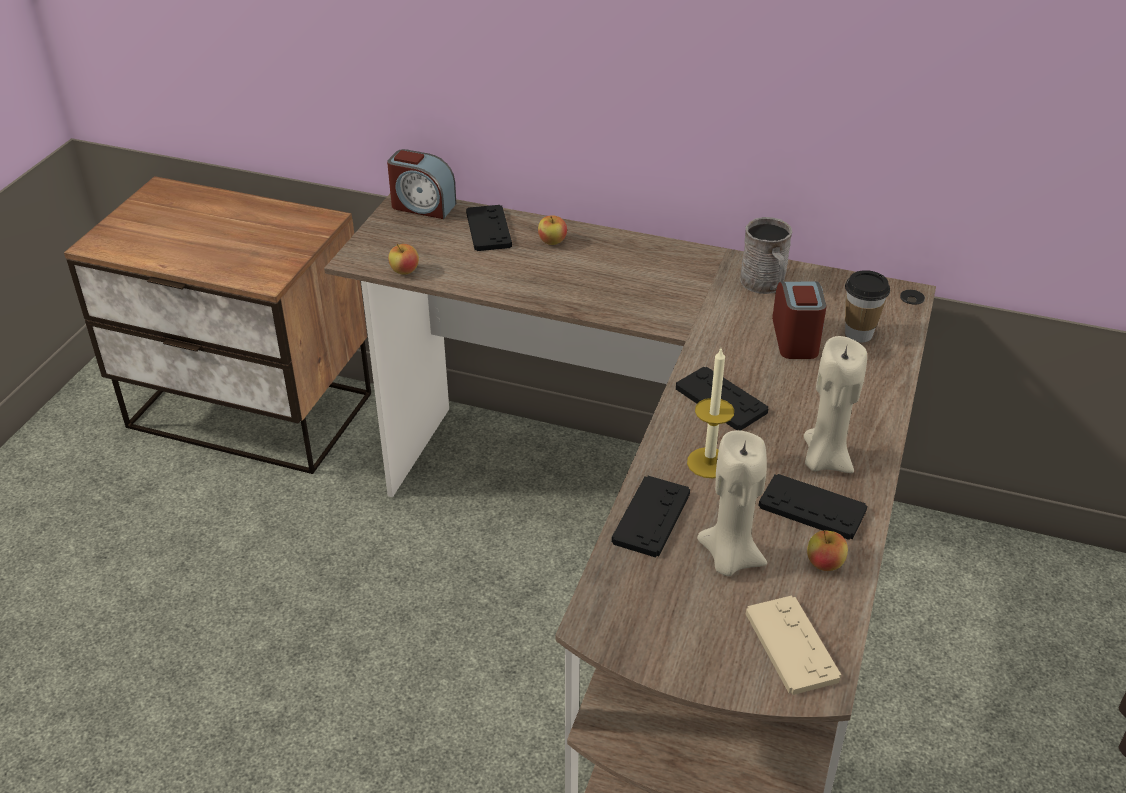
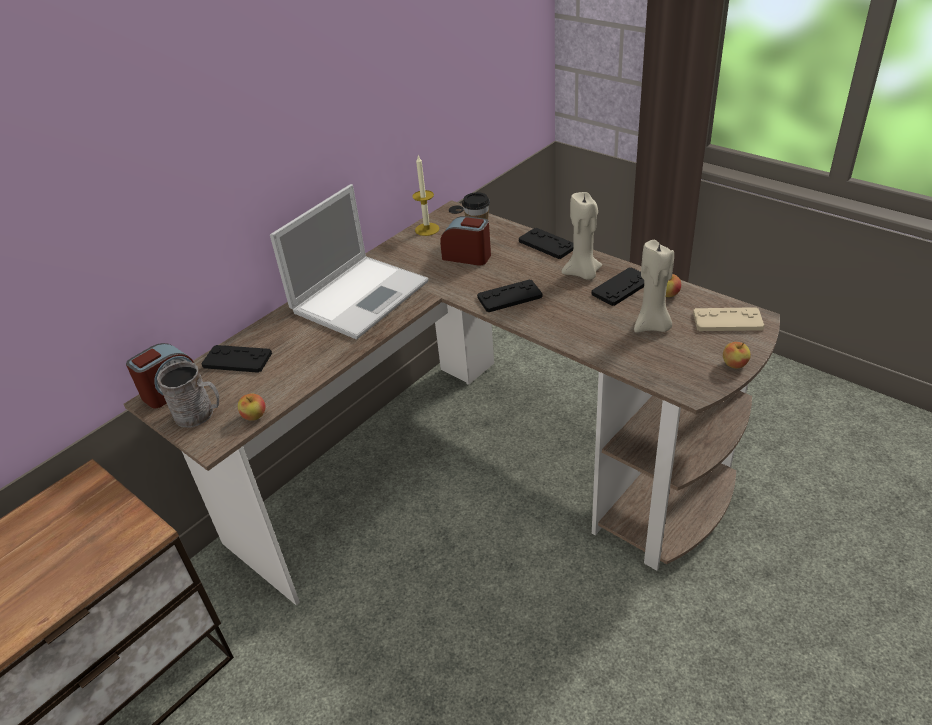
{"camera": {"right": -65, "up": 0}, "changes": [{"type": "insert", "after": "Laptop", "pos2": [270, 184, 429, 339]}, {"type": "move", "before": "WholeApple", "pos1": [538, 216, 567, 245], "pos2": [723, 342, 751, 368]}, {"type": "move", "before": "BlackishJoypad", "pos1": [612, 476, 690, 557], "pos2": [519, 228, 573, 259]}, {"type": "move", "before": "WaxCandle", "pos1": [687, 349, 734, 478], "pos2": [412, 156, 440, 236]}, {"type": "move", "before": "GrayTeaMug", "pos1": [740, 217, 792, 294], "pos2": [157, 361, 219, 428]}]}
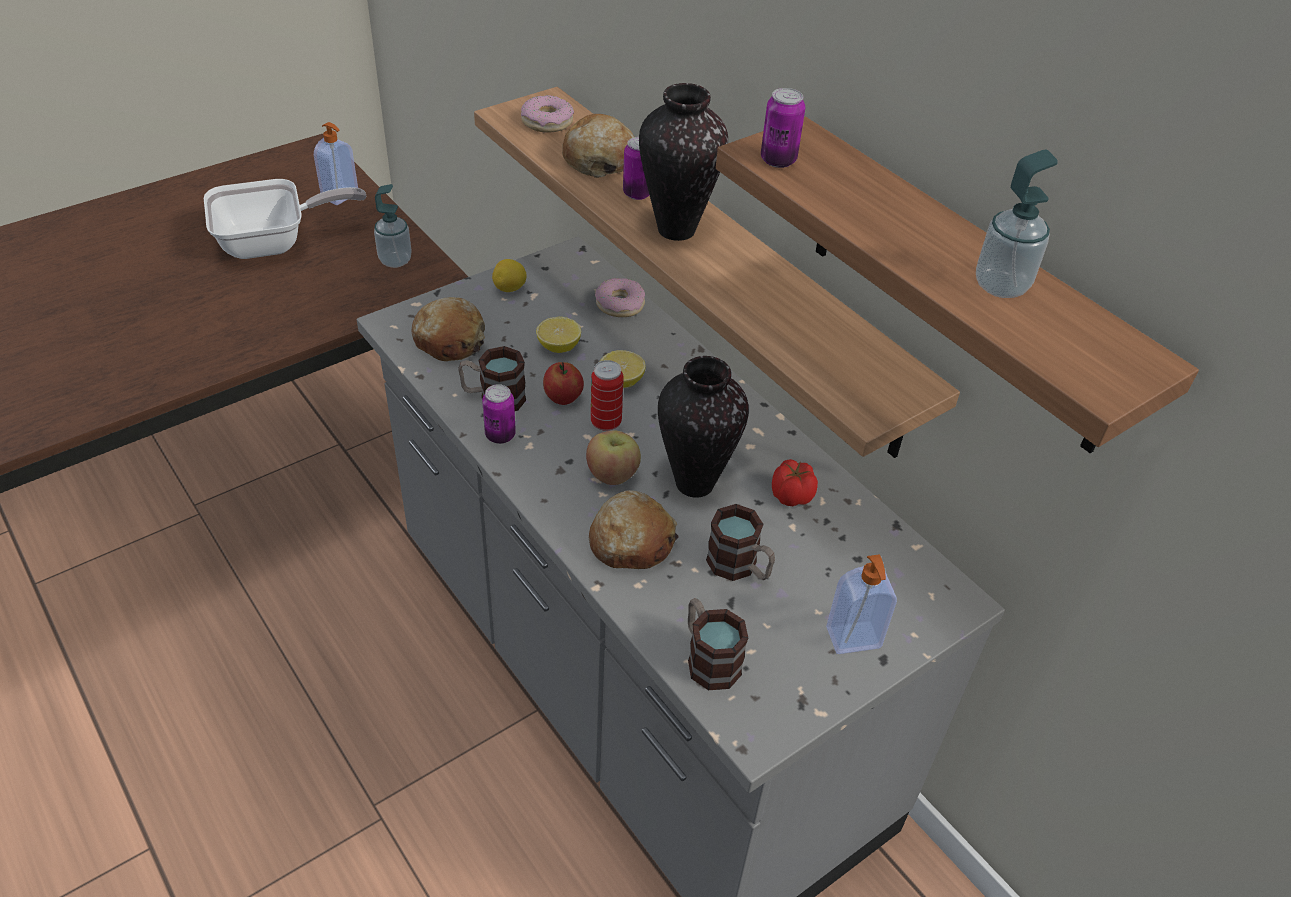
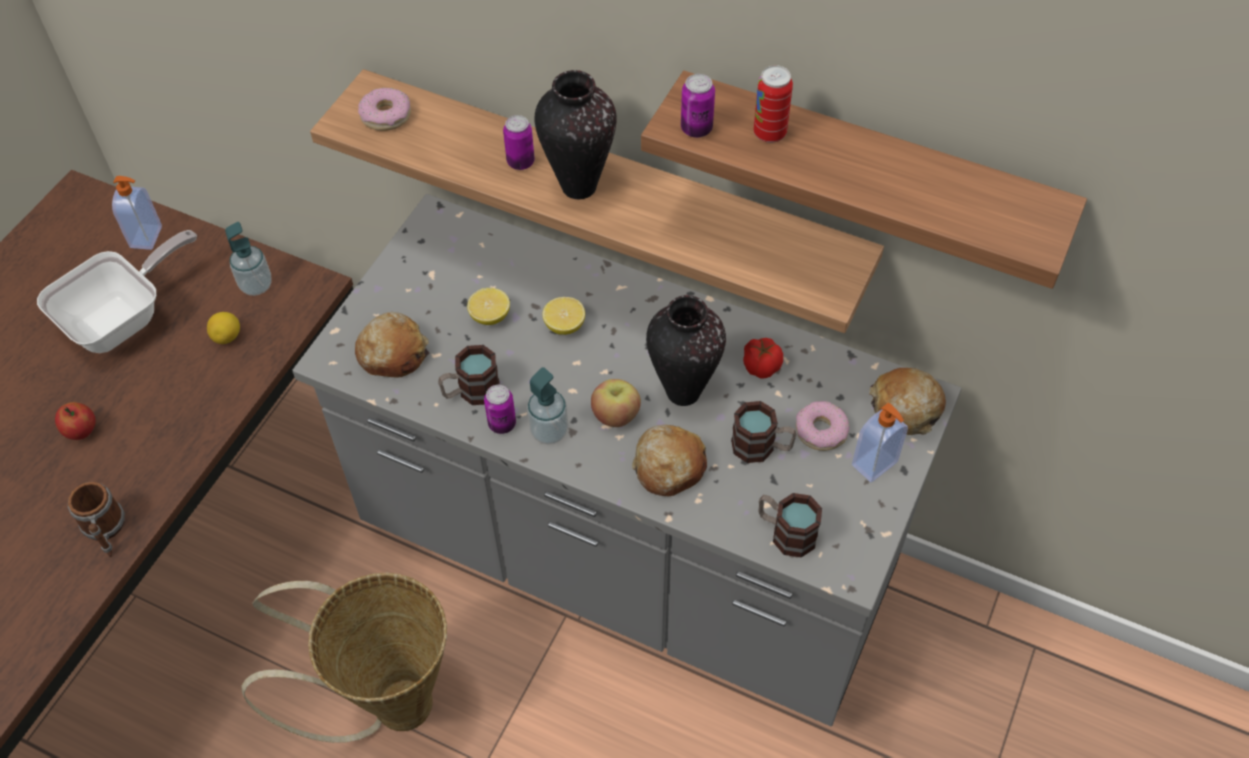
{"camera": {"right": -25, "up": 10}, "changes": [{"type": "insert", "after": "TeaMug", "pos2": [68, 482, 125, 557]}, {"type": "insert", "after": "StorageBasket", "pos2": [242, 573, 447, 743]}, {"type": "move", "before": "WholeLemon", "pos1": [492, 259, 527, 292], "pos2": [207, 312, 240, 344]}, {"type": "move", "before": "WholeApple", "pos1": [543, 362, 584, 405], "pos2": [55, 402, 96, 440]}, {"type": "move", "before": "BakeryBread", "pos1": [562, 114, 634, 178], "pos2": [869, 368, 946, 435]}, {"type": "move", "before": "SealedCan", "pos1": [591, 360, 624, 431], "pos2": [753, 65, 793, 143]}, {"type": "move", "before": "Doughnut", "pos1": [595, 278, 645, 317], "pos2": [796, 401, 849, 451]}, {"type": "move", "before": "LiquidSoapBottle", "pos1": [976, 150, 1058, 298], "pos2": [527, 367, 568, 444]}]}
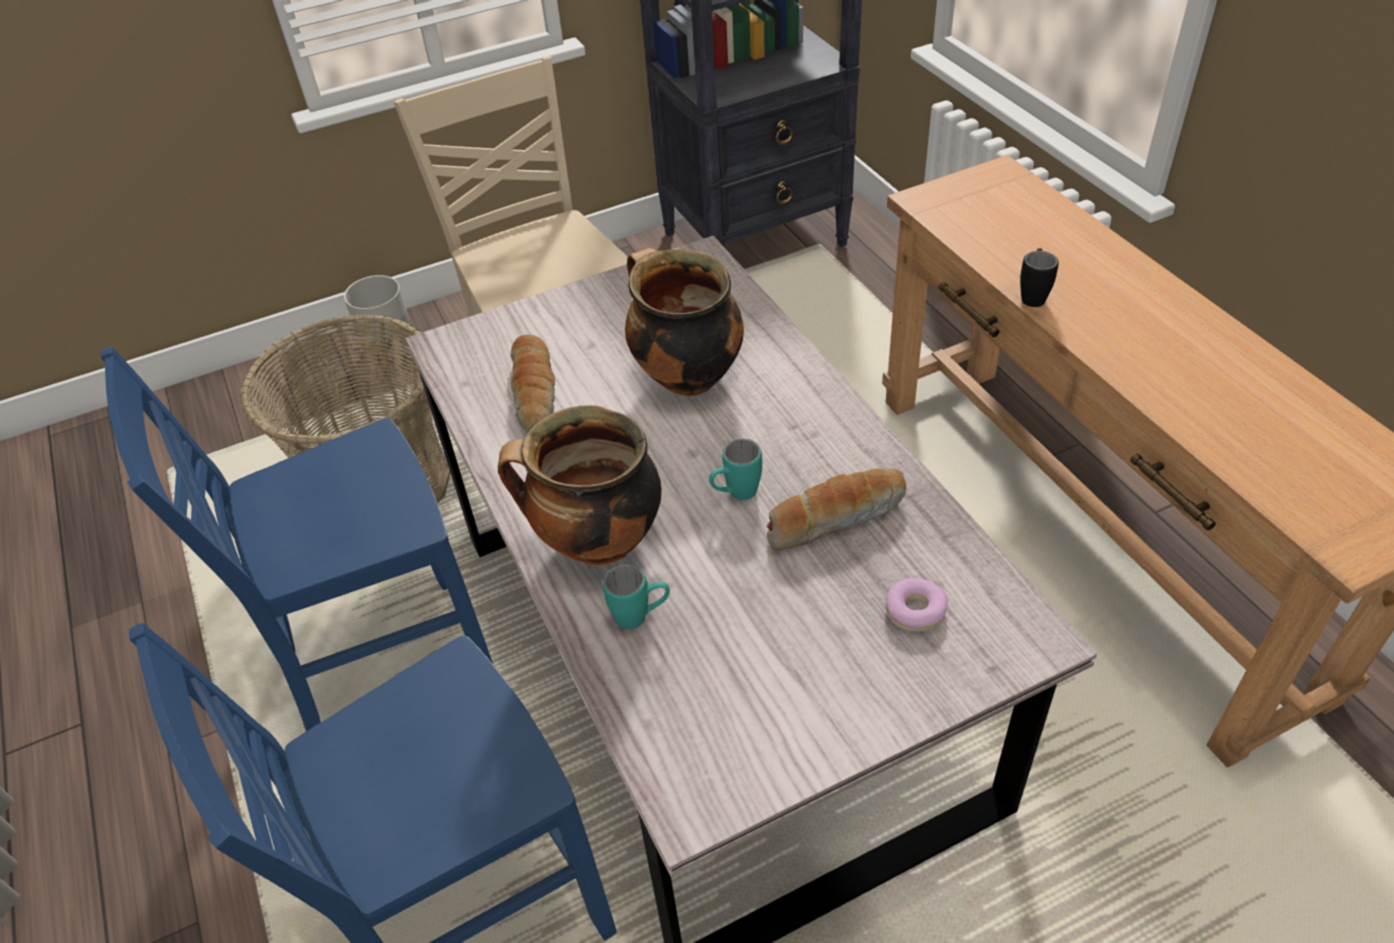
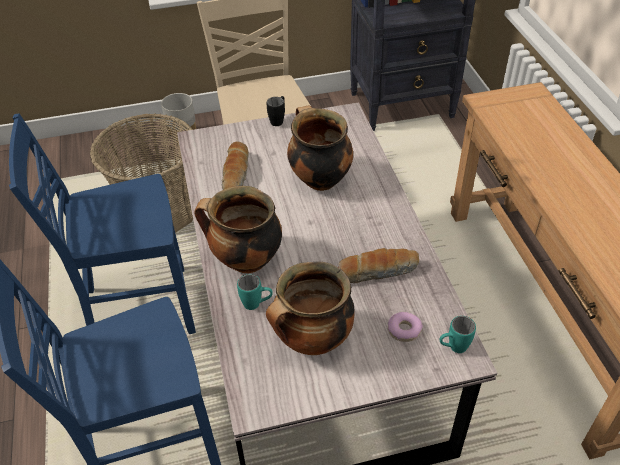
{"camera": {"right": 10, "up": 0}, "changes": [{"type": "insert", "after": "CookingPot", "pos2": [266, 261, 355, 355]}, {"type": "move", "before": "BlueGreenTeaMug", "pos1": [709, 439, 762, 500], "pos2": [439, 316, 476, 353]}, {"type": "move", "before": "BlackishTeaMug", "pos1": [1020, 248, 1059, 307], "pos2": [266, 96, 285, 126]}]}
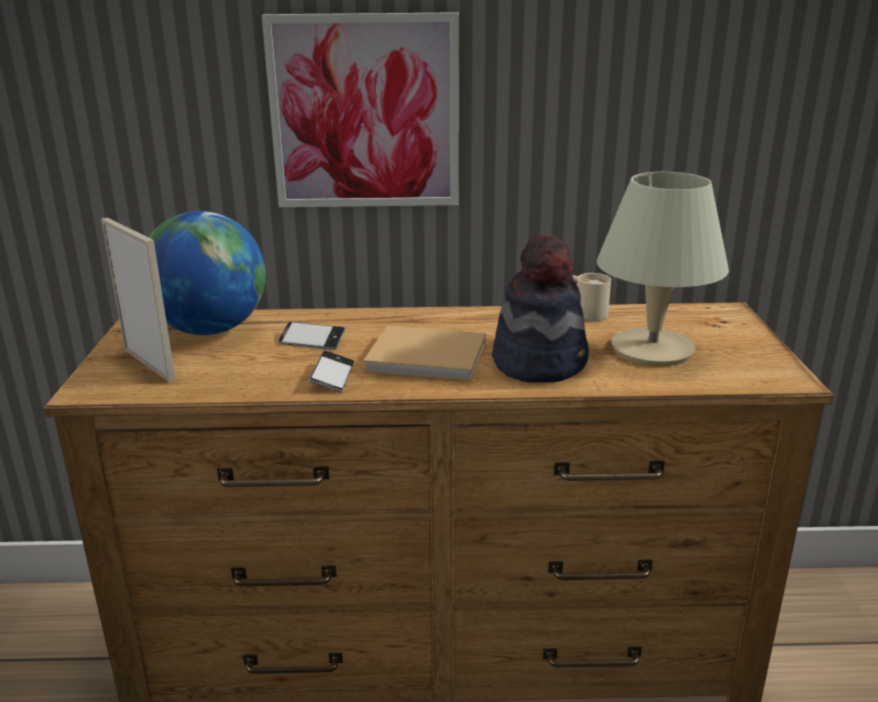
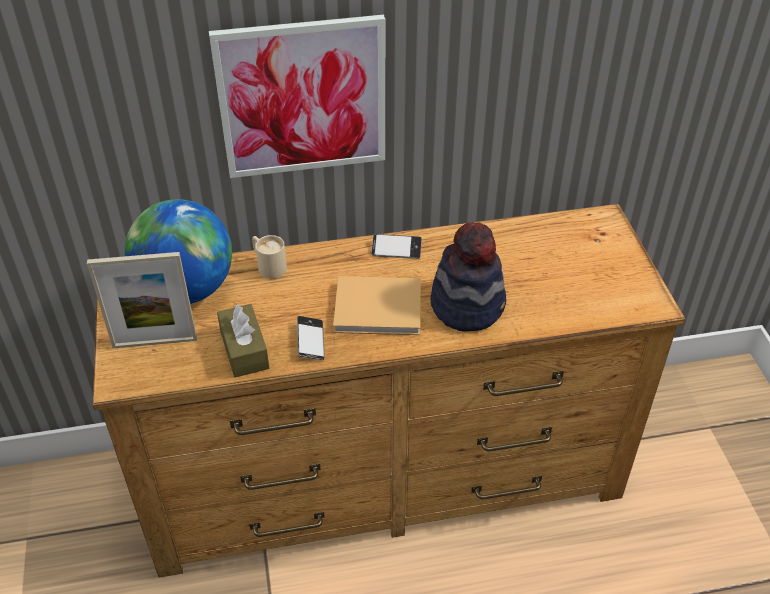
{"camera": {"right": -10, "up": 20}, "changes": [{"type": "delete", "before": "BeigeLampForATable", "pos1": [597, 172, 729, 366]}, {"type": "insert", "after": "BrownishTissueBox", "pos2": [217, 303, 269, 378]}, {"type": "move", "before": "Phone", "pos1": [278, 322, 345, 350], "pos2": [371, 234, 422, 259]}, {"type": "move", "before": "BeigeTeaMug", "pos1": [573, 273, 611, 321], "pos2": [252, 235, 287, 279]}, {"type": "rotate", "before": "PhotoFrame", "pos1": [101, 218, 176, 382], "pos2": [87, 252, 197, 348], "turn": 135}]}
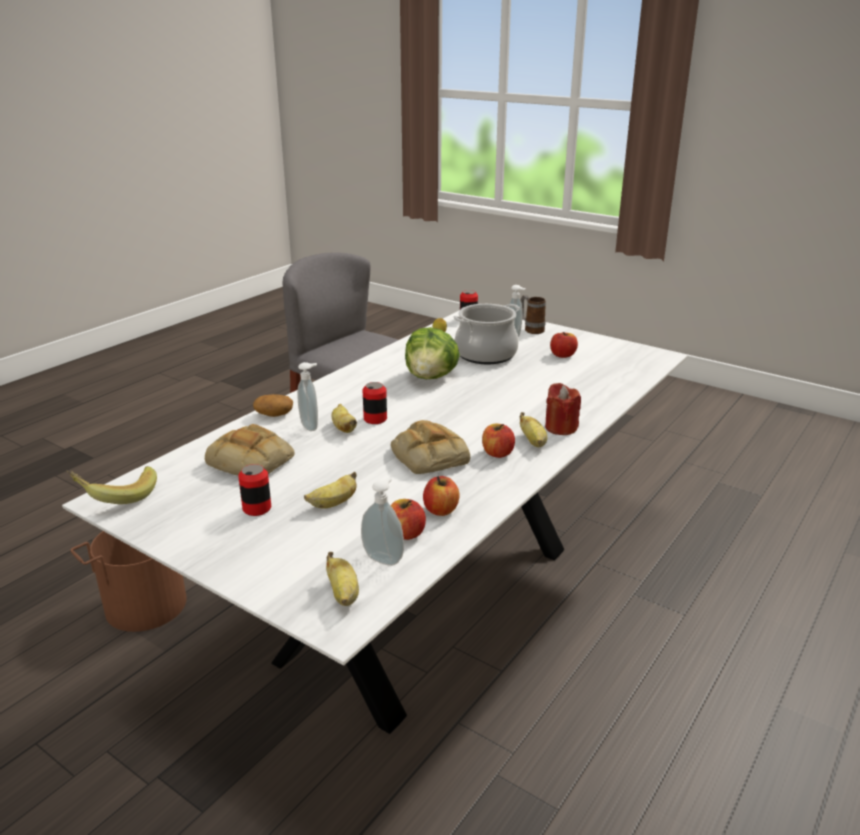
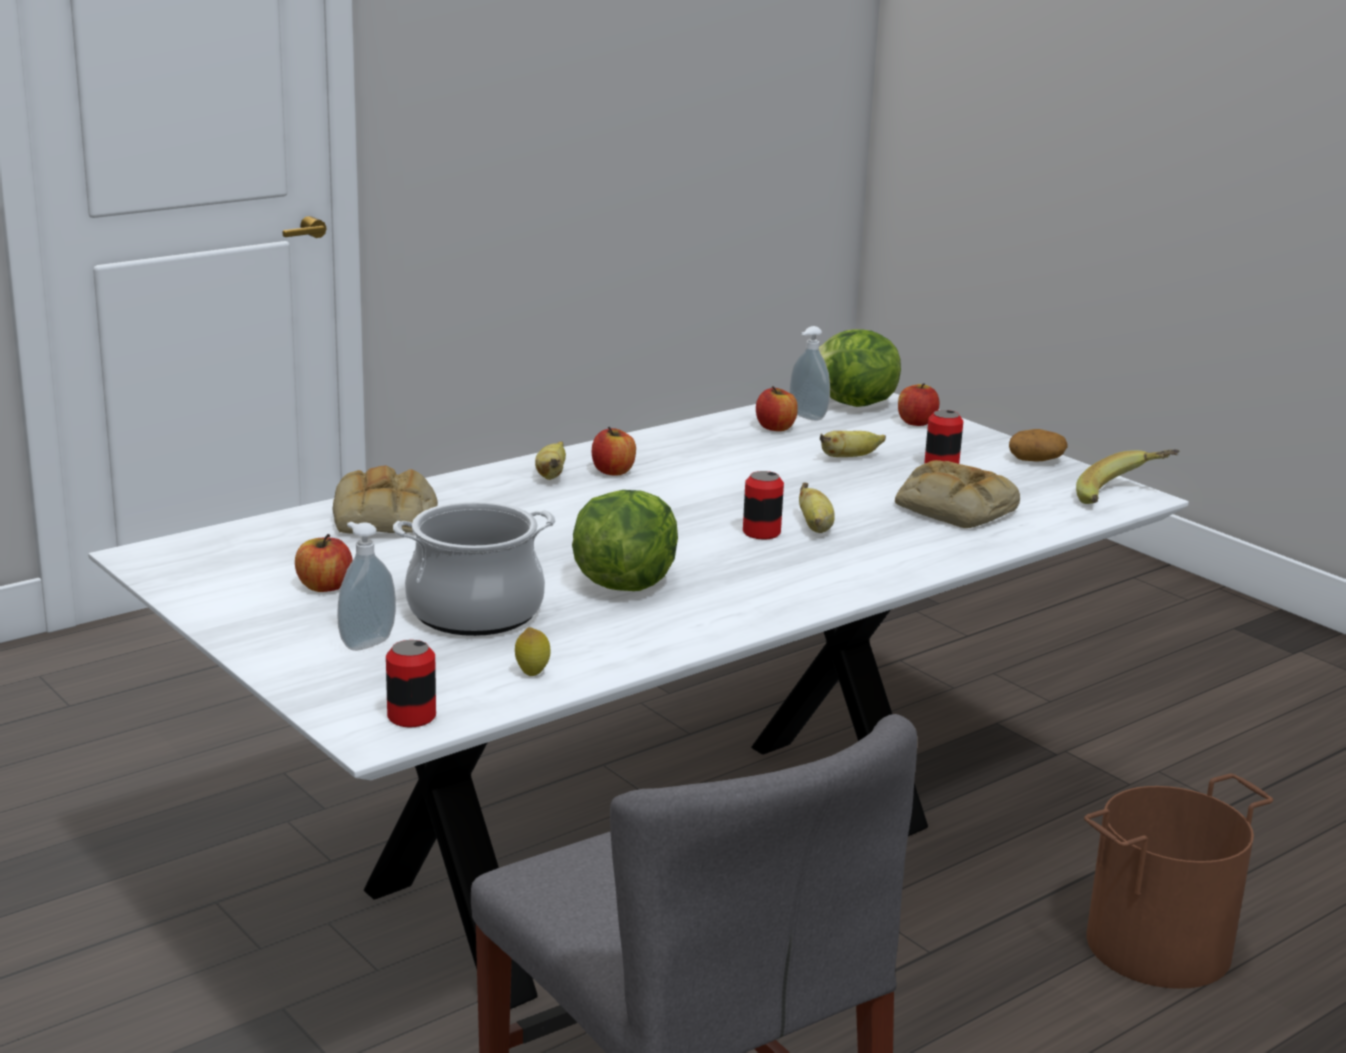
{"camera": {"right": -165, "up": -5}, "changes": [{"type": "delete", "before": "LiquidSoapBottle", "pos1": [297, 362, 318, 431]}, {"type": "delete", "before": "TeaMug", "pos1": [521, 295, 546, 334]}, {"type": "delete", "before": "ReddishWaxCandle", "pos1": [545, 383, 581, 435]}, {"type": "move", "before": "Potato", "pos1": [253, 394, 293, 417], "pos2": [1009, 429, 1067, 462]}, {"type": "move", "before": "BakeryBread", "pos1": [391, 420, 470, 474], "pos2": [332, 465, 438, 534]}, {"type": "move", "before": "WholeApple", "pos1": [423, 476, 460, 516], "pos2": [898, 383, 939, 426]}, {"type": "replace", "before": "Banana", "after": "Lettuce", "pos1": [326, 552, 359, 606], "pos2": [819, 329, 901, 407]}]}
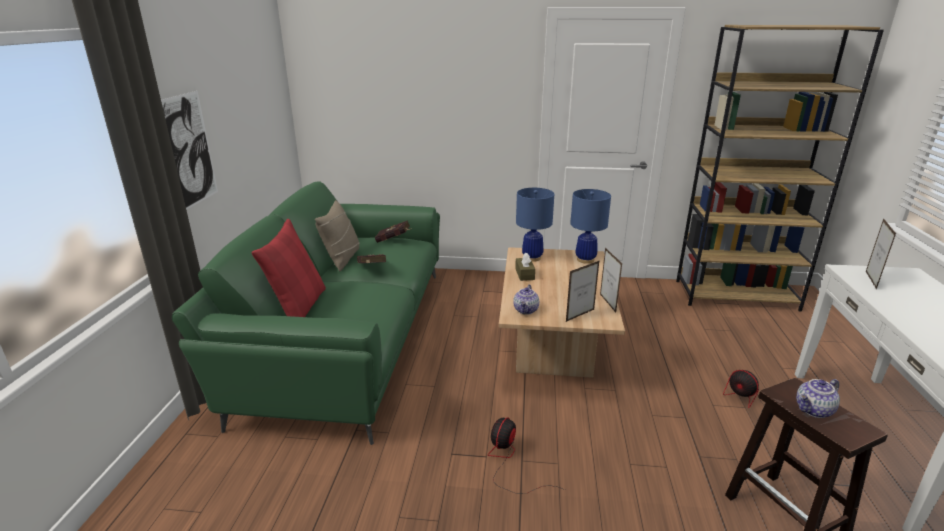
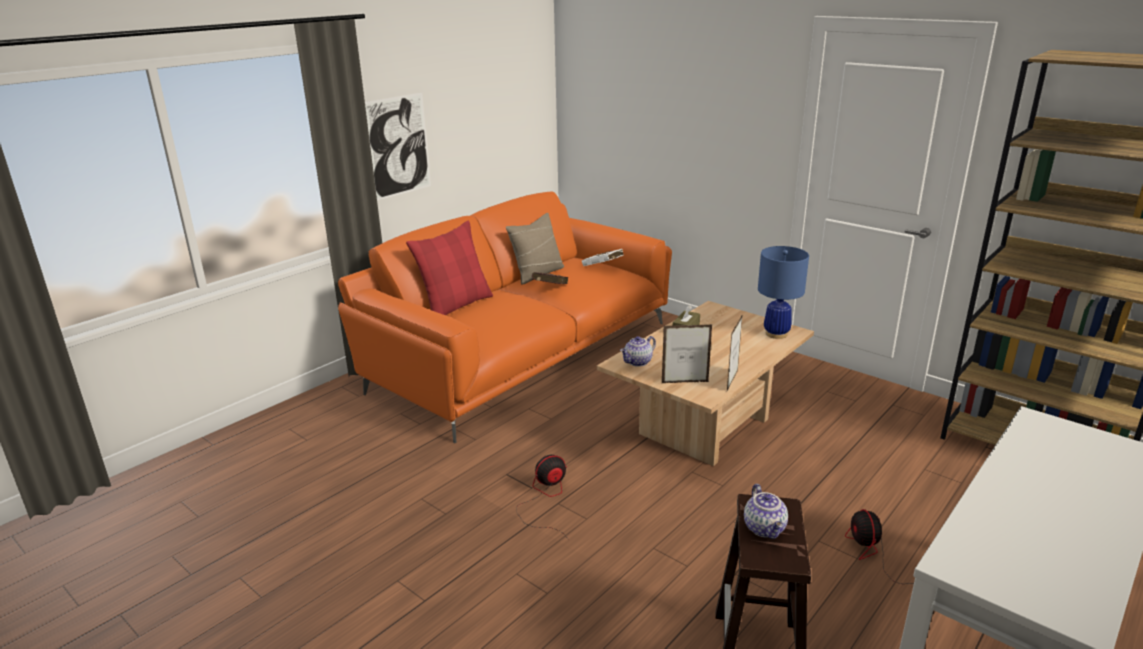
{"camera": {"right": 35, "up": 0}, "changes": [{"type": "delete", "before": "BlueLampForATable", "pos1": [516, 188, 554, 262]}, {"type": "delete", "before": "PhotoFrame", "pos1": [866, 218, 896, 290]}, {"type": "recolor", "before": "GreenCouch", "after": "OrangeCouch", "pos1": [172, 181, 440, 445], "pos2": [338, 191, 672, 443]}, {"type": "recolor", "before": "ReddishVolume", "after": "WhiteVolume", "pos1": [375, 220, 412, 243], "pos2": [582, 249, 623, 266]}, {"type": "rotate", "before": "PotForTea", "pos1": [796, 379, 840, 418], "pos2": [744, 484, 788, 539], "turn": -105}]}
